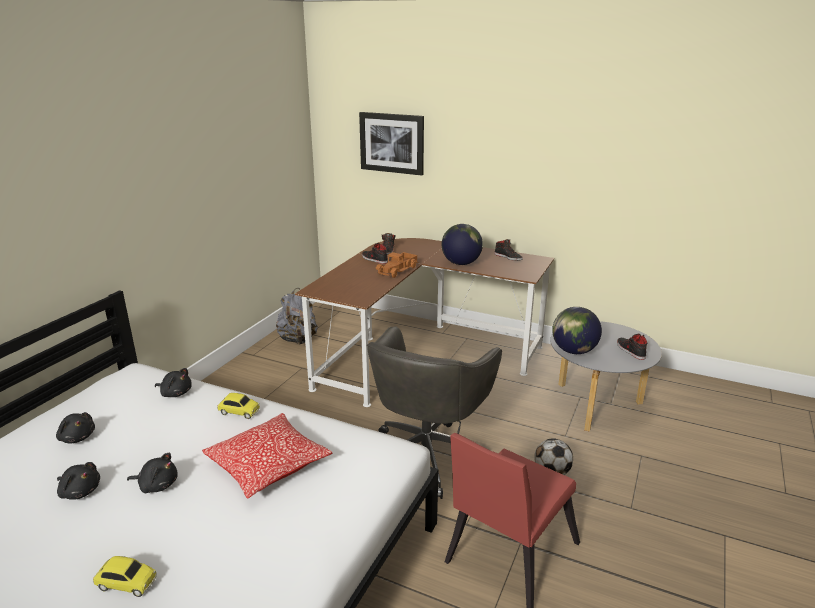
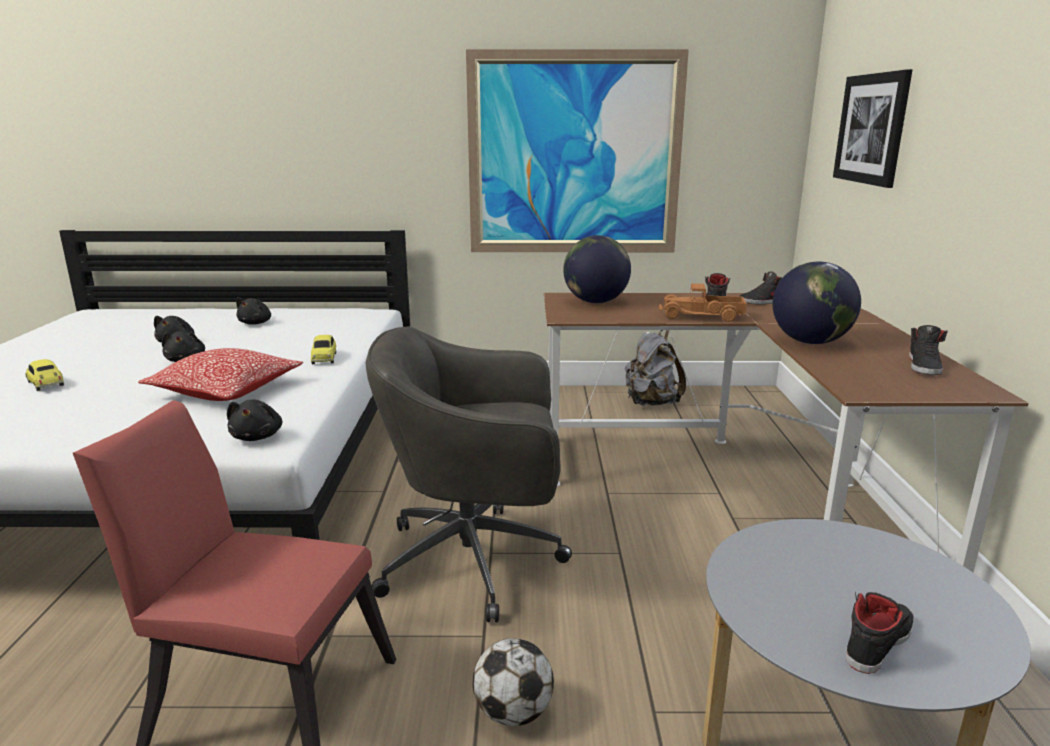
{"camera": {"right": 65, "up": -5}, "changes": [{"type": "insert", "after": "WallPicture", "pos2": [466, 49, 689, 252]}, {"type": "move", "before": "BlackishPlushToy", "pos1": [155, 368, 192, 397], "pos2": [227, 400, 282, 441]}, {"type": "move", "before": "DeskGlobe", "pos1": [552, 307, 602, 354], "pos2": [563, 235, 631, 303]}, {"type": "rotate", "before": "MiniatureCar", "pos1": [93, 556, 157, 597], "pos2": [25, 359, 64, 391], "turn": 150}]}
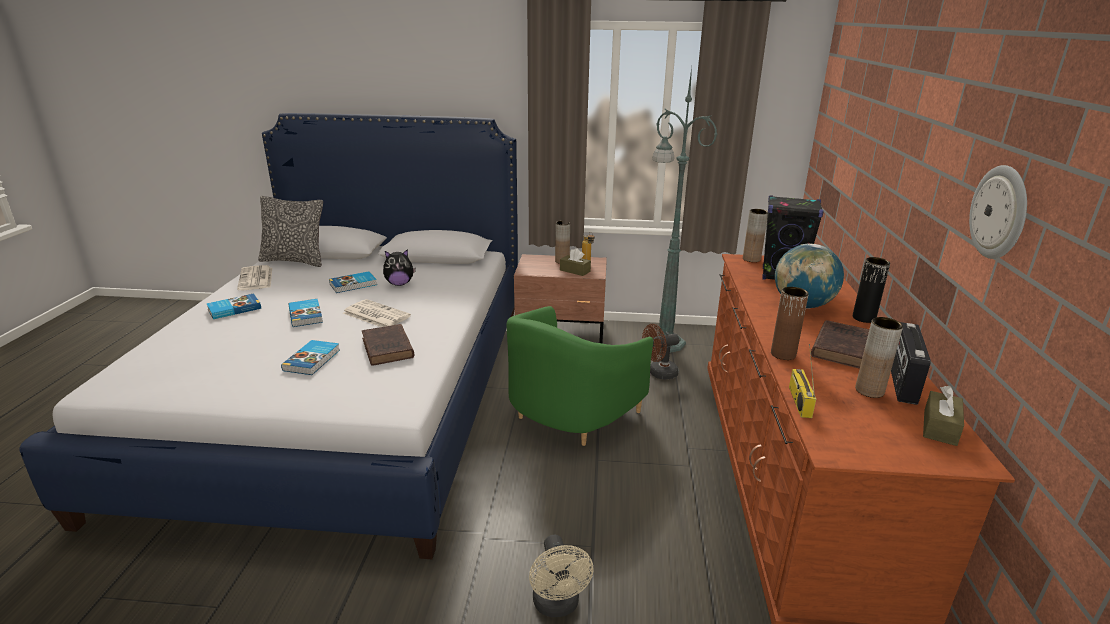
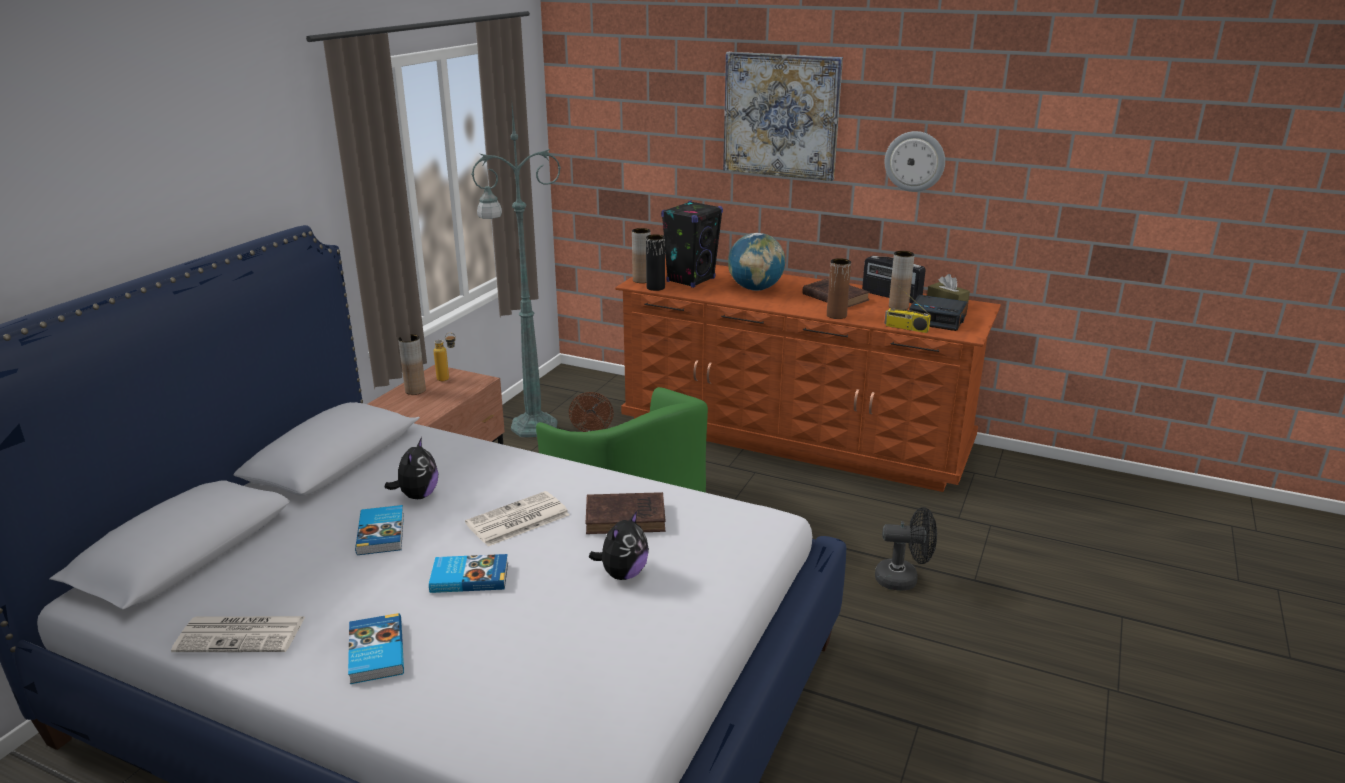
{"camera": {"right": -70, "up": 0}, "changes": [{"type": "delete", "before": "Pillow", "pos1": [258, 196, 323, 267]}, {"type": "delete", "before": "BrownishTissueBox", "pos1": [560, 248, 591, 276]}, {"type": "insert", "after": "WallPicture", "pos2": [723, 52, 843, 181]}, {"type": "insert", "after": "BedsideClock", "pos2": [909, 295, 968, 331]}, {"type": "move", "before": "BlackishVase", "pos1": [853, 257, 890, 323], "pos2": [646, 234, 665, 291]}, {"type": "replace", "before": "Volume", "after": "PlushToy", "pos1": [281, 340, 340, 375], "pos2": [589, 511, 649, 580]}, {"type": "recolor", "before": "BeigeElectricFan", "after": "BlackishElectricFan", "pos1": [529, 535, 594, 617], "pos2": [875, 507, 937, 591]}]}
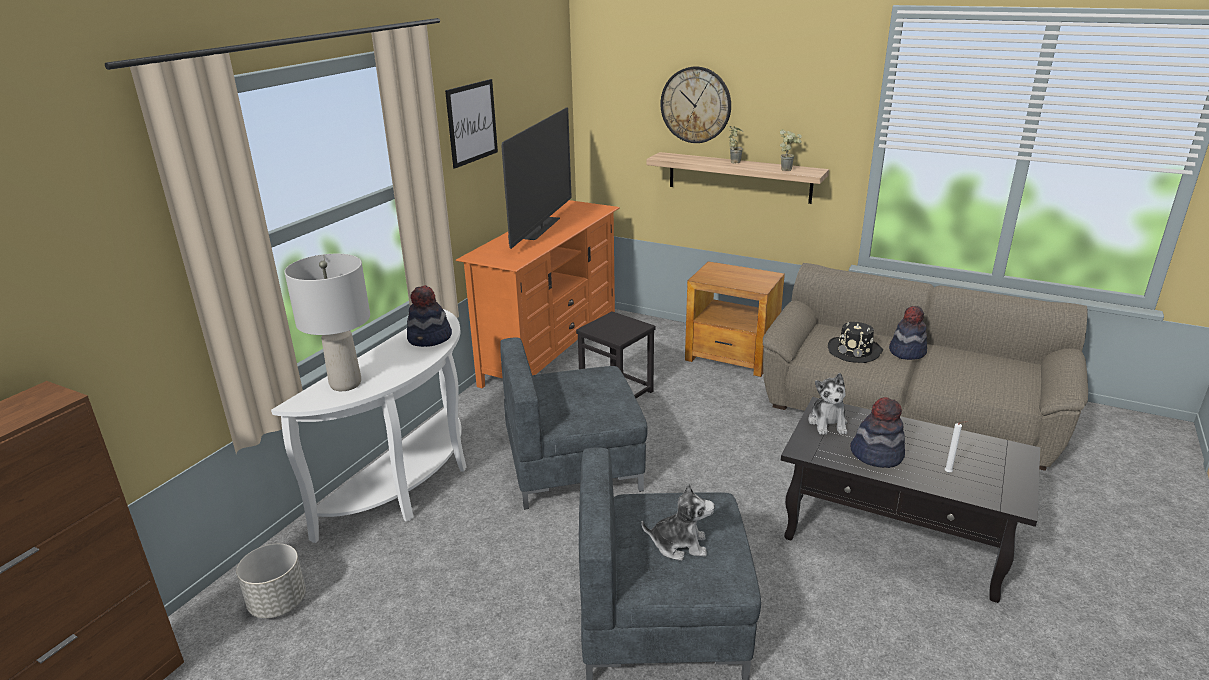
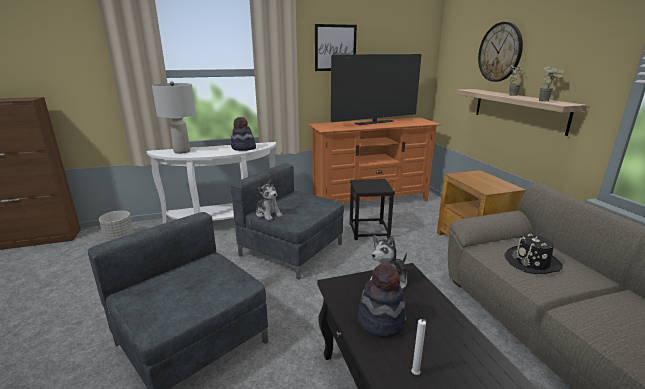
{"camera": {"right": 45, "up": -5}, "changes": [{"type": "delete", "before": "ClothingHat", "pos1": [889, 306, 927, 360]}, {"type": "move", "before": "PlushToy", "pos1": [642, 483, 715, 561], "pos2": [256, 180, 283, 220]}]}
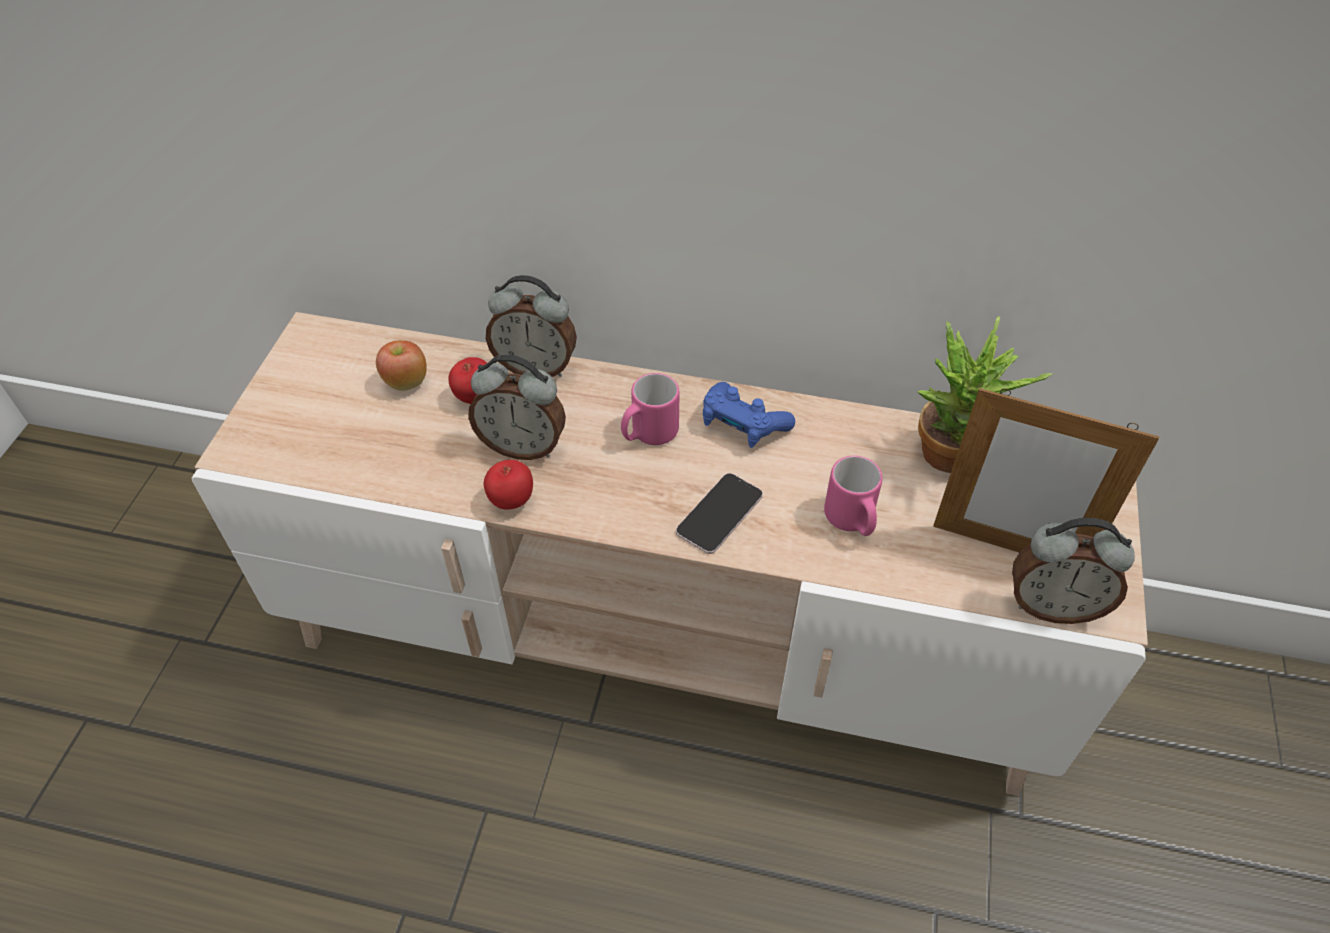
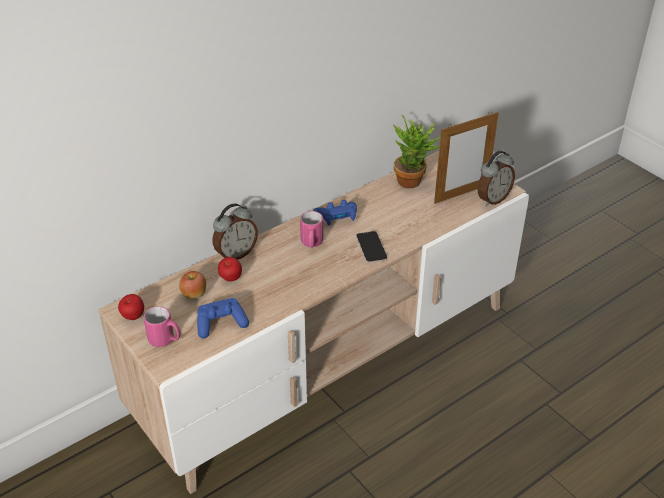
{"camera": {"right": -50, "up": -10}, "changes": [{"type": "delete", "before": "BedsideClock", "pos1": [468, 354, 566, 460]}, {"type": "insert", "after": "BlueJoypad", "pos2": [197, 298, 249, 338]}, {"type": "move", "before": "WholeApple", "pos1": [484, 460, 533, 510], "pos2": [118, 294, 144, 320]}, {"type": "move", "before": "PinkColouredTeaMug", "pos1": [824, 456, 883, 536], "pos2": [144, 306, 180, 347]}]}
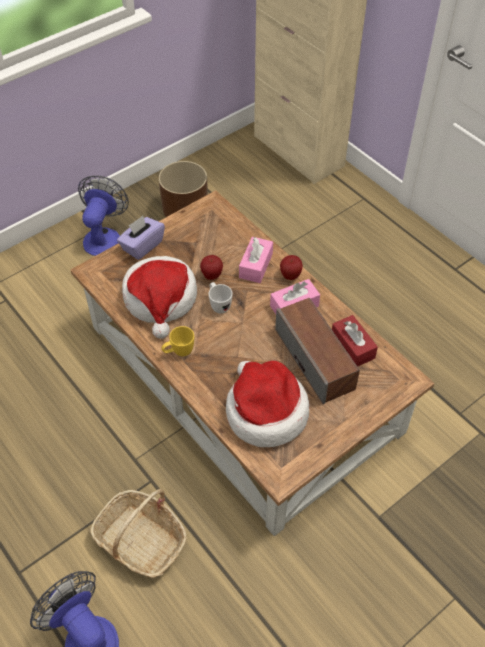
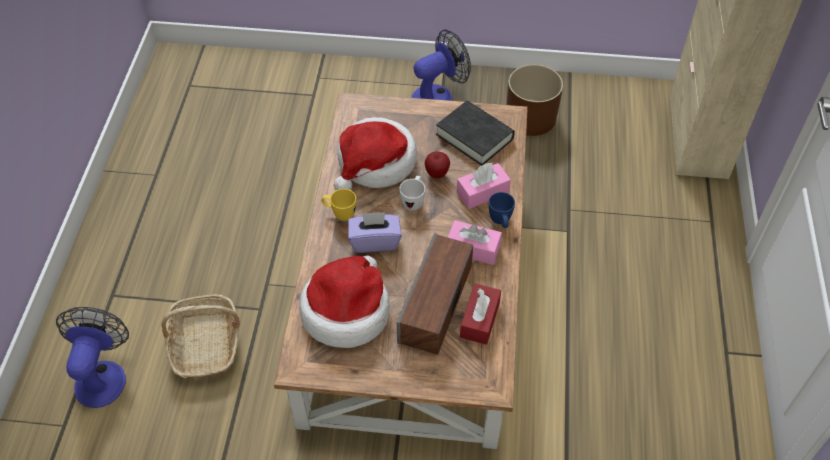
{"camera": {"right": 45, "up": 0}, "changes": [{"type": "insert", "after": "BlackishVolume", "pos2": [436, 101, 515, 166]}, {"type": "move", "before": "PurpleTissueBox", "pos1": [117, 216, 165, 260], "pos2": [348, 212, 401, 253]}, {"type": "replace", "before": "WholeApple", "after": "BlueTeaMug", "pos1": [280, 255, 303, 280], "pos2": [489, 192, 515, 228]}]}
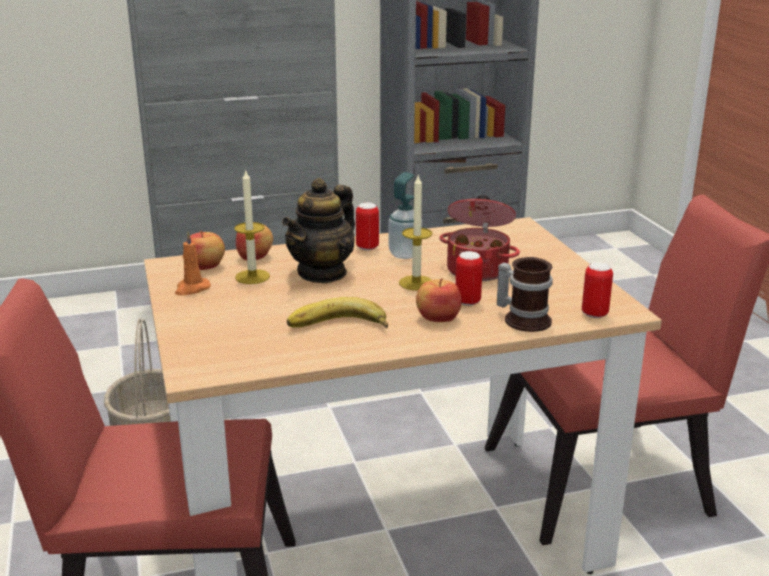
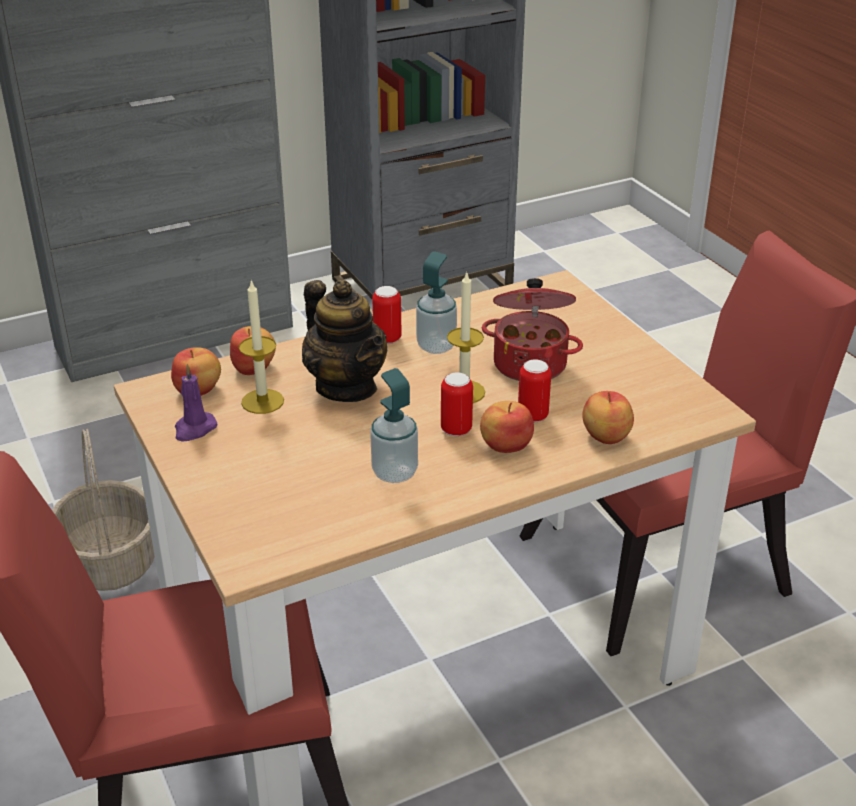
{"camera": {"right": -10, "up": 10}, "changes": [{"type": "move", "before": "SealedCan", "pos1": [582, 262, 613, 318], "pos2": [441, 372, 473, 436]}, {"type": "replace", "before": "Banana", "after": "LiquidSoapBottle", "pos1": [287, 297, 388, 329], "pos2": [370, 368, 418, 483]}, {"type": "replace", "before": "TeaMug", "after": "WholeApple", "pos1": [497, 257, 553, 332], "pos2": [582, 391, 634, 444]}, {"type": "recolor", "before": "OrangeWaxCandle", "after": "PurpleWaxCandle", "pos1": [175, 232, 211, 296], "pos2": [175, 364, 218, 441]}, {"type": "rotate", "before": "PotForTea", "pos1": [282, 178, 355, 284], "pos2": [302, 280, 387, 402], "turn": -60}]}
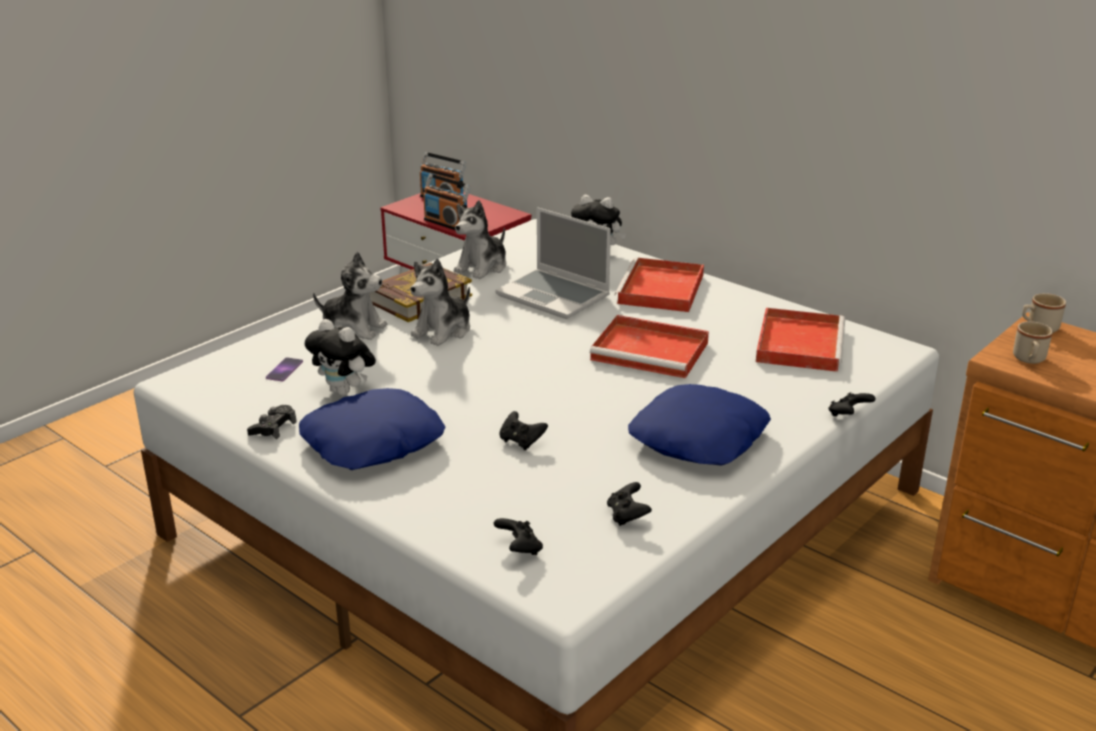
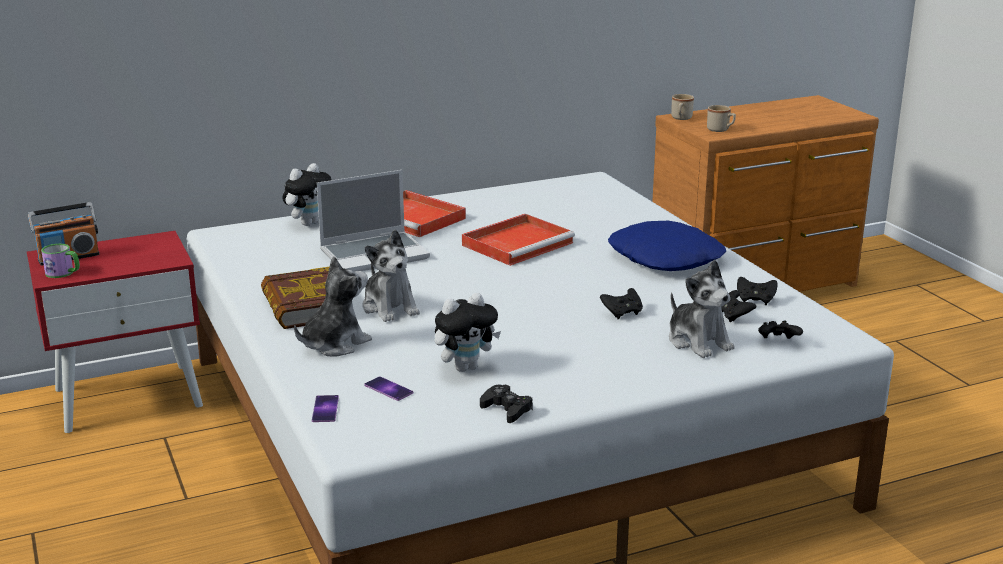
{"camera": {"right": -65, "up": -5}, "changes": [{"type": "delete", "before": "BluePillow", "pos1": [299, 388, 446, 470]}, {"type": "delete", "before": "RadioSet", "pos1": [423, 174, 471, 230]}, {"type": "delete", "before": "ReddishTray", "pos1": [756, 308, 845, 372]}, {"type": "insert", "after": "TeaMug", "pos2": [41, 244, 80, 278]}, {"type": "insert", "after": "Phone", "pos2": [312, 395, 339, 422]}, {"type": "move", "before": "PlushToy", "pos1": [454, 200, 506, 279], "pos2": [669, 260, 735, 358]}, {"type": "move", "before": "BlackishJoypad", "pos1": [828, 392, 876, 417], "pos2": [721, 290, 756, 322]}]}
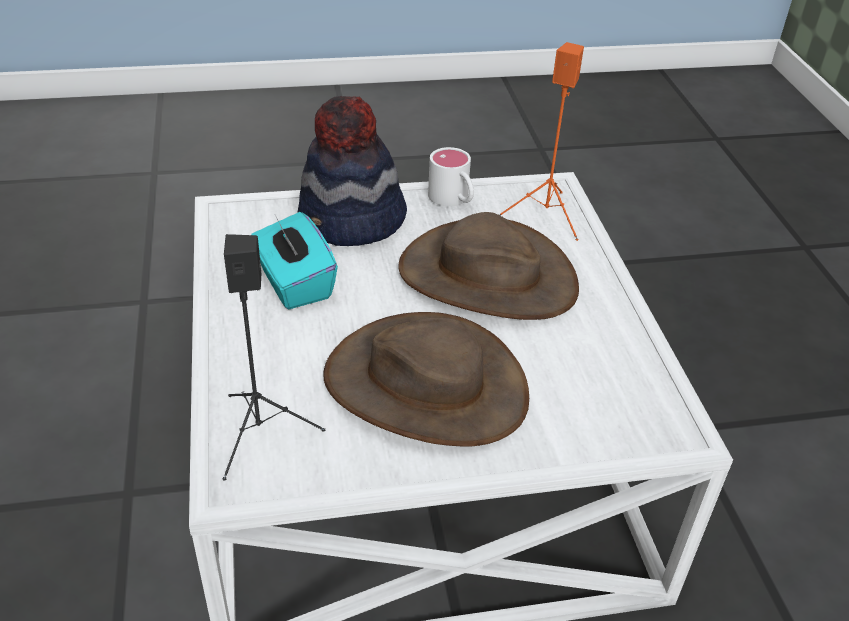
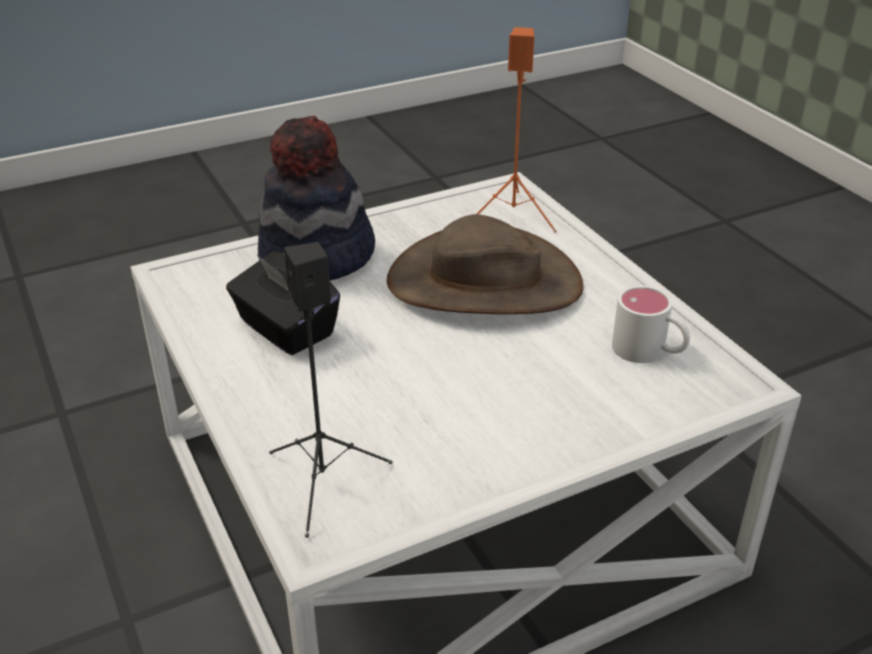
{"camera": {"right": -15, "up": -5}, "changes": [{"type": "delete", "before": "BrownishClothingHat", "pos1": [323, 312, 529, 447]}, {"type": "move", "before": "WhiteTeaMug", "pos1": [428, 147, 474, 207], "pos2": [612, 285, 690, 363]}, {"type": "recolor", "before": "BlueGreenTissueBox", "after": "BlackishTissueBox", "pos1": [251, 212, 338, 309], "pos2": [226, 251, 340, 355]}]}
